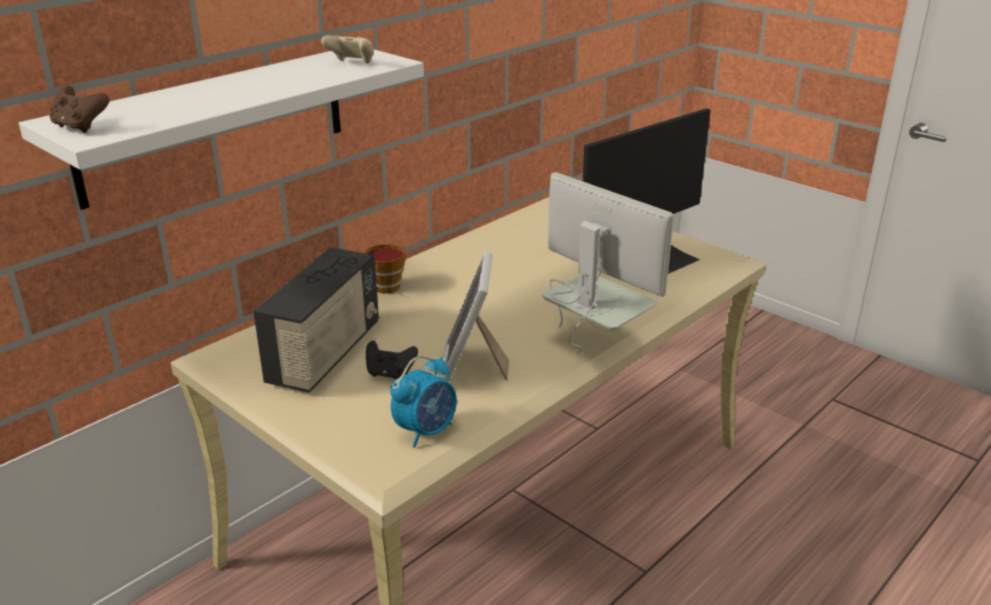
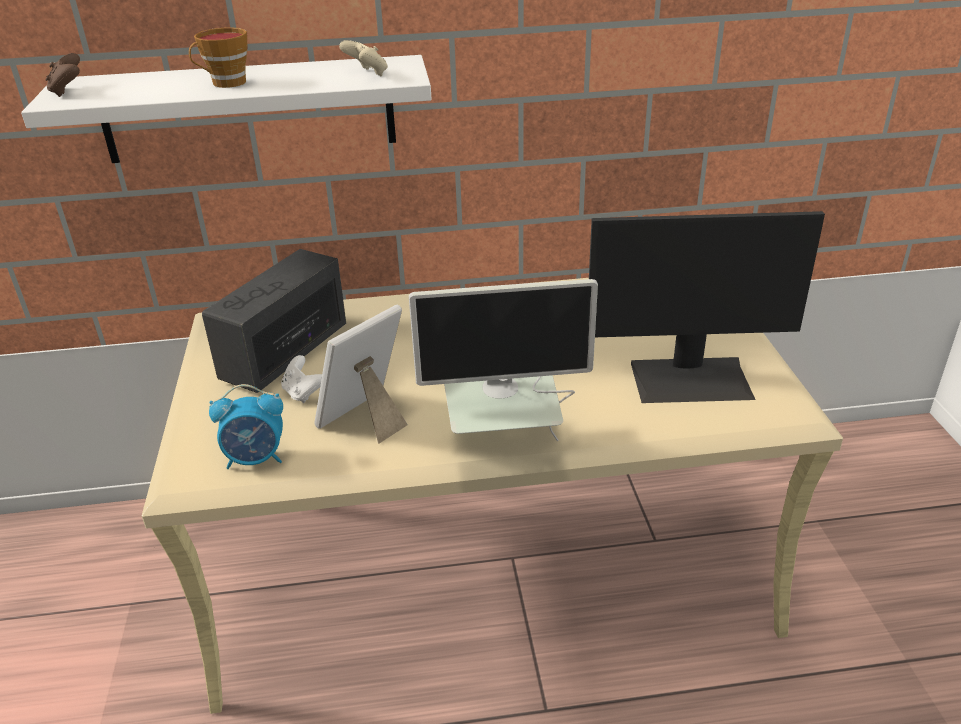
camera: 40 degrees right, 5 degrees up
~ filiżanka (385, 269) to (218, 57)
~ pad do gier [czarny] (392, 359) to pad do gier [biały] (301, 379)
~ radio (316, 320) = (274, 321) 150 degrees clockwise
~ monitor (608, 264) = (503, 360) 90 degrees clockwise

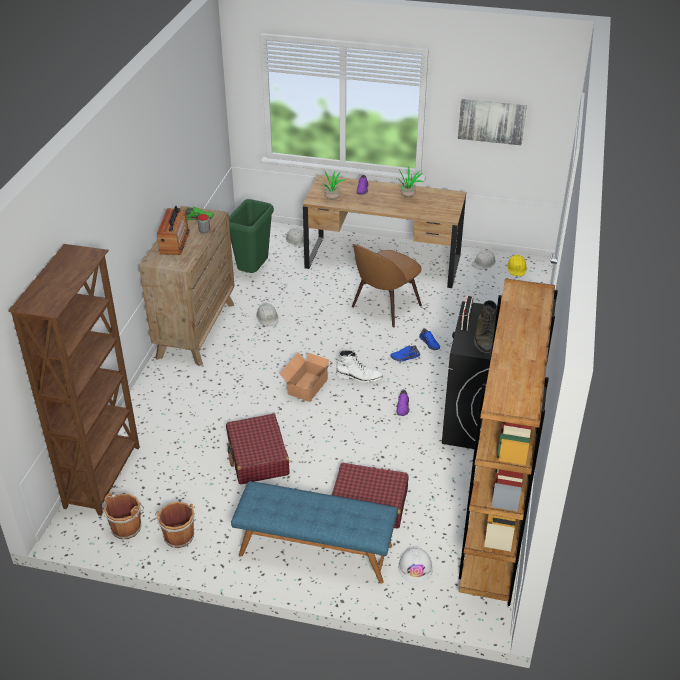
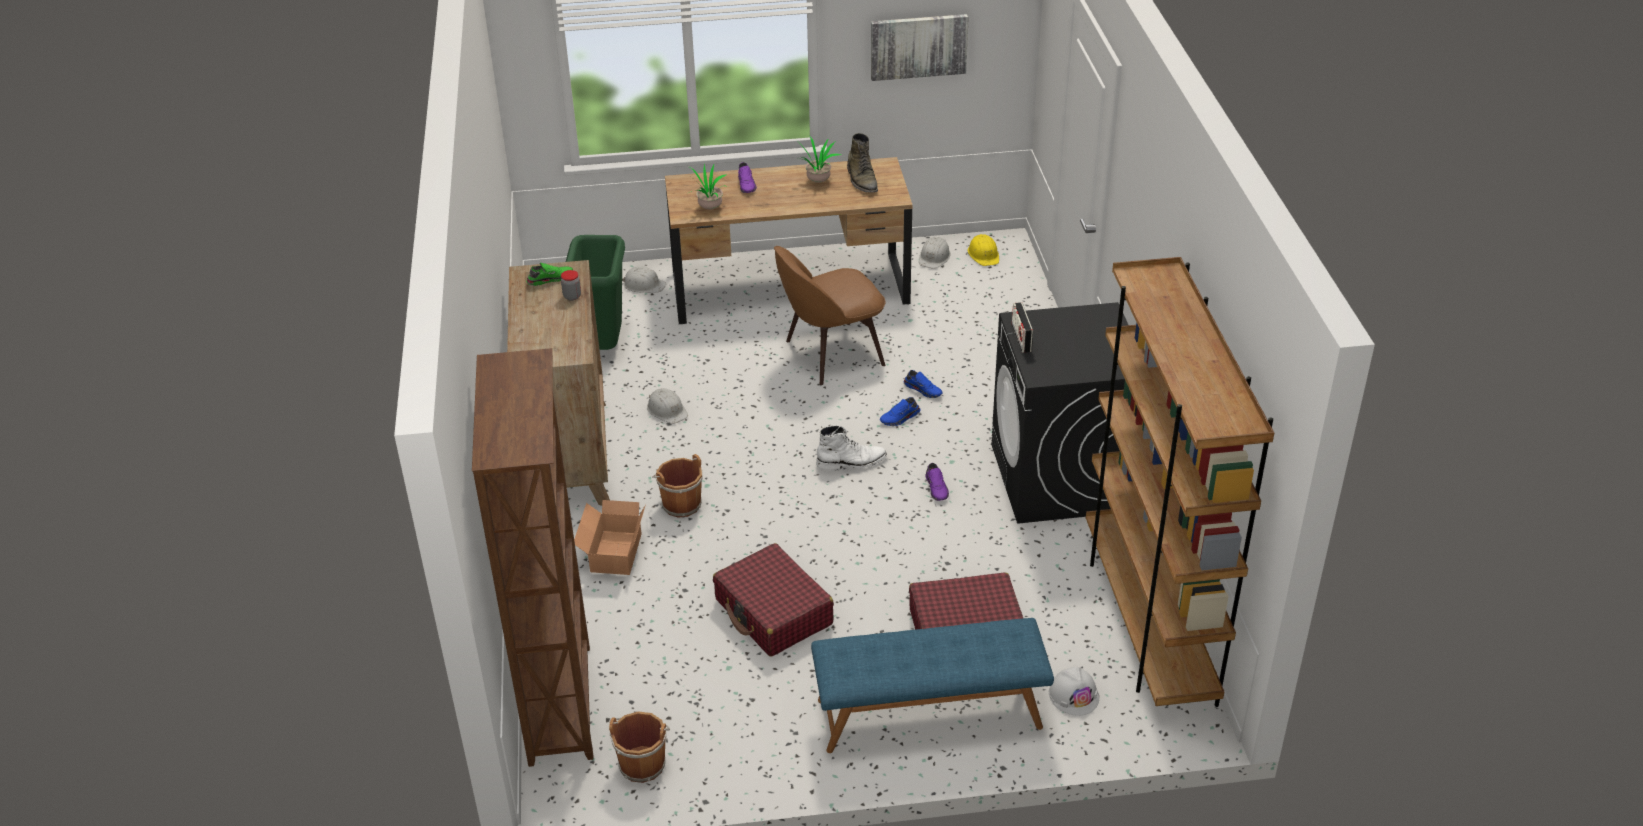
camera: 20 degrees left, 0 degrees up
- radio (173, 230)
~ wiadro [brązowy] (175, 525) to (677, 486)
~ karton (304, 377) to (610, 537)
~ but z cholewką [zielony] (485, 327) to (862, 163)
~ krzesło [brązowy] (387, 285) = (830, 315) 45 degrees clockwise

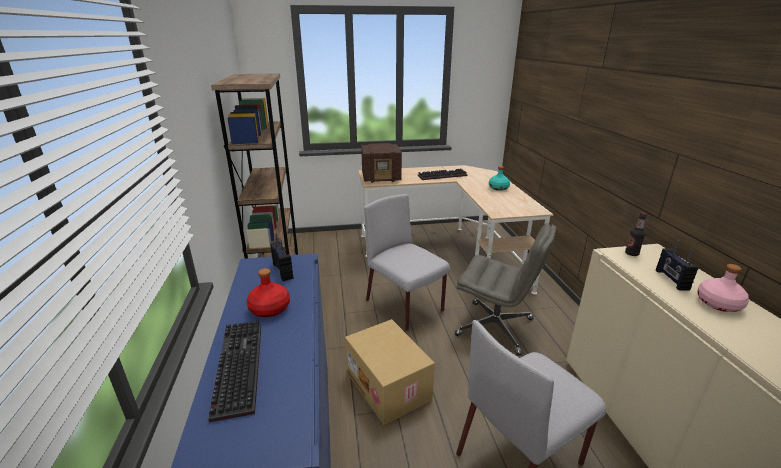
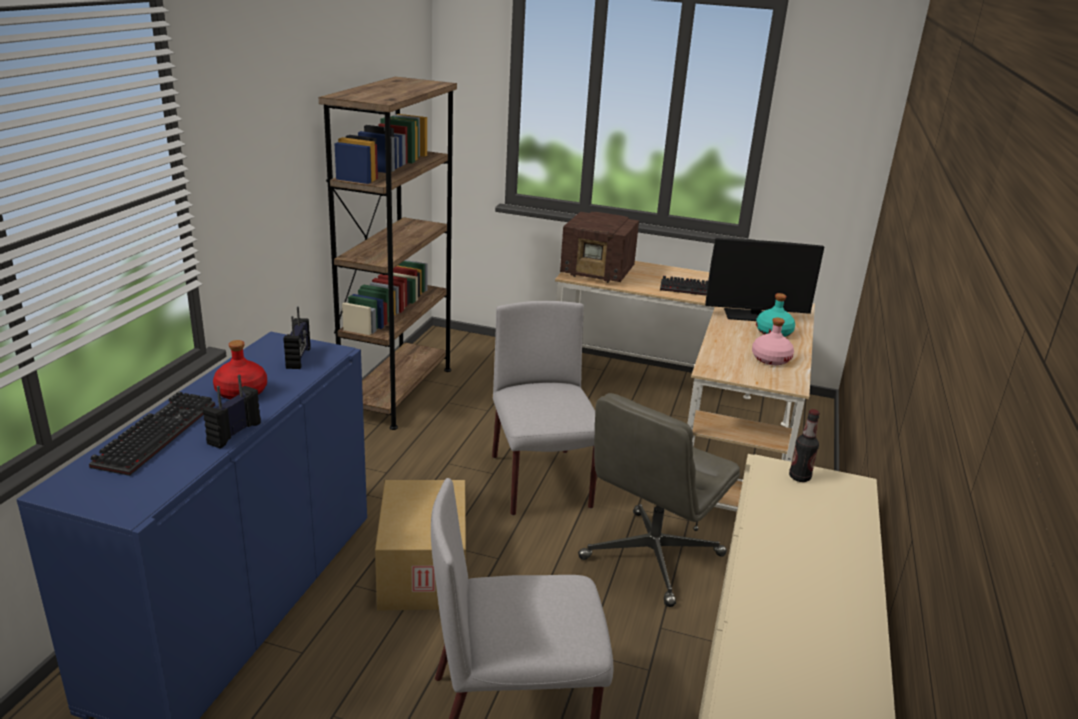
camera: 25 degrees right, 0 degrees up
+ monitor (764, 279)
~ radio (677, 265) to (232, 411)
~ butelka [różowy] (723, 288) to (773, 341)
~ krzesło biurowe [szary] (505, 289) = (659, 500) 75 degrees clockwise

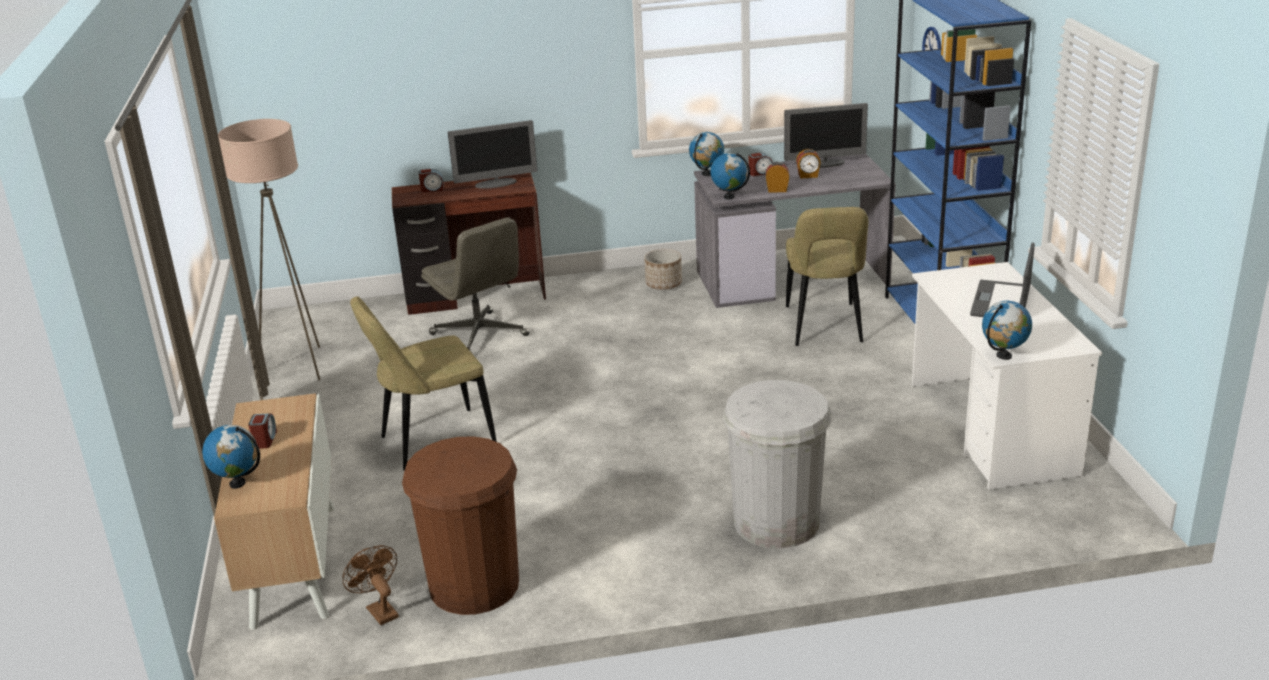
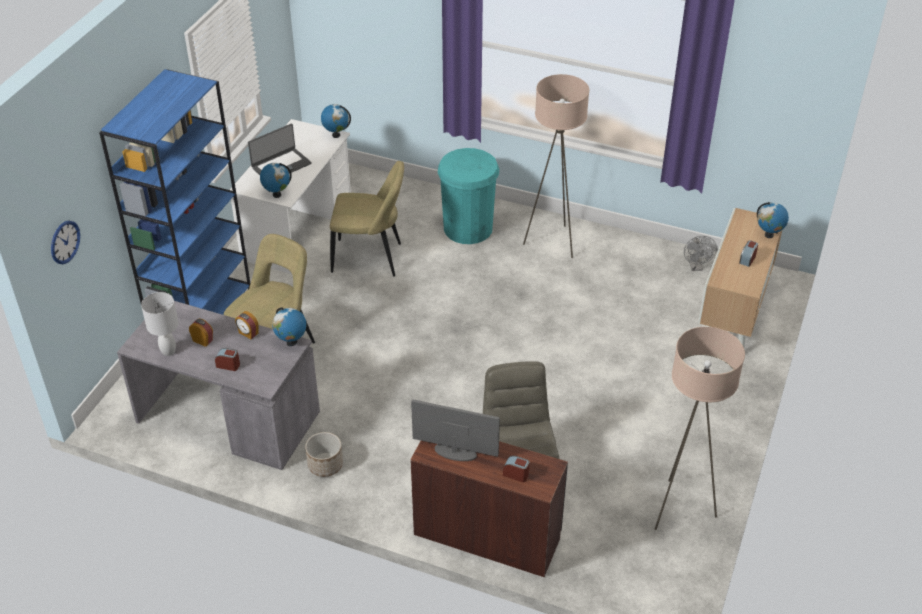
camera: 150 degrees left, 15 degrees up
- kosz na śmieci [brązowy] (460, 525)
+ lampa stojąca [beżowy] (556, 166)
~ krzesło [beżowy] (423, 383) to (367, 219)
~ globus (706, 154) to (276, 180)
~ monitor (826, 135) to lampa stołowa [biały] (160, 324)
~ wentylator [brązowy] (370, 585) to wentylator [szary] (700, 253)
~ kosz na śmieci [biały] (777, 464) to kosz na śmieci [turkusowy] (468, 196)

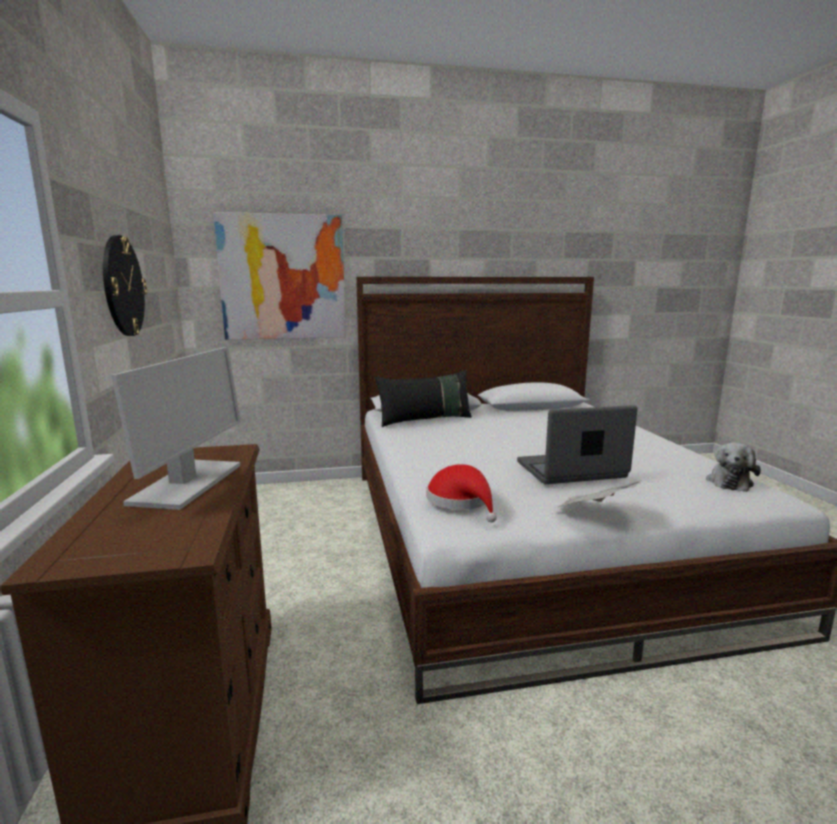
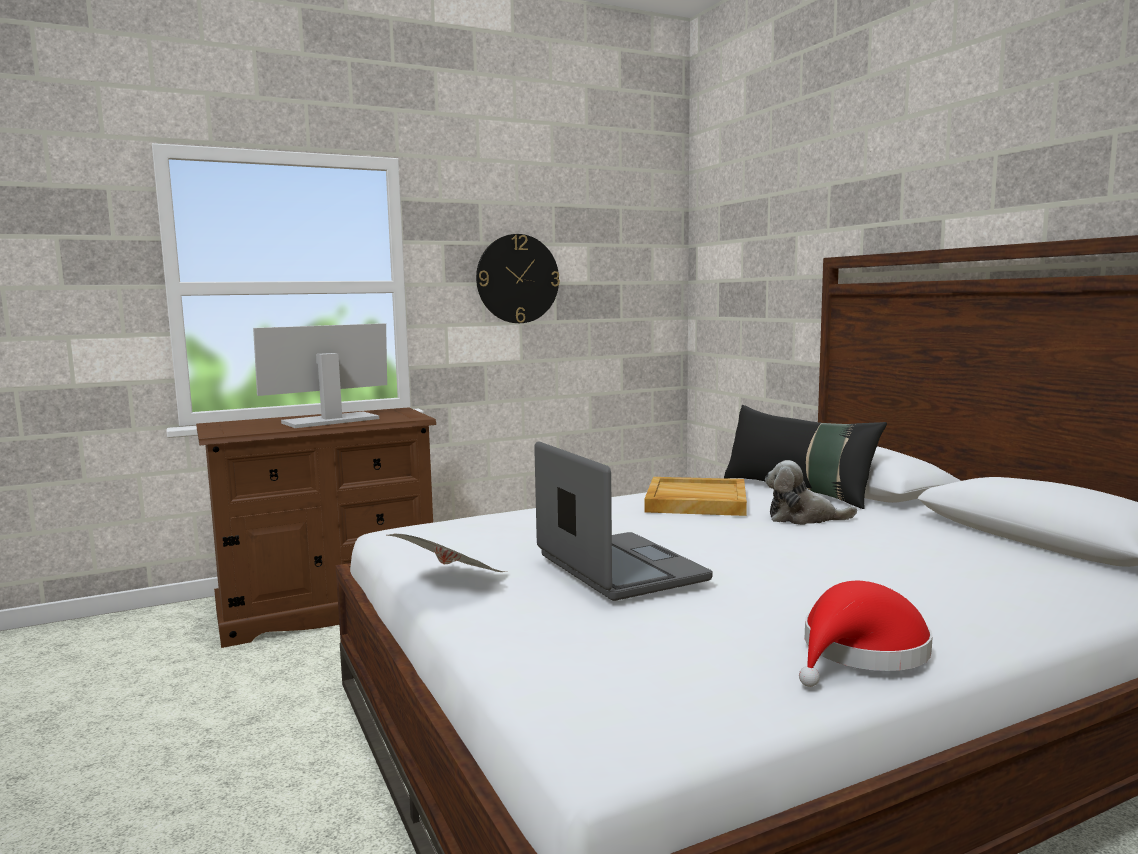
camera: 75 degrees right, 5 degrees down
- obraz (279, 276)
+ taca [beżowy] (696, 496)
~ kapelusz [czerwony] (462, 493) to (866, 634)
~ pluszak (733, 467) to (811, 492)
~ monitor (176, 428) = (320, 375) 150 degrees clockwise

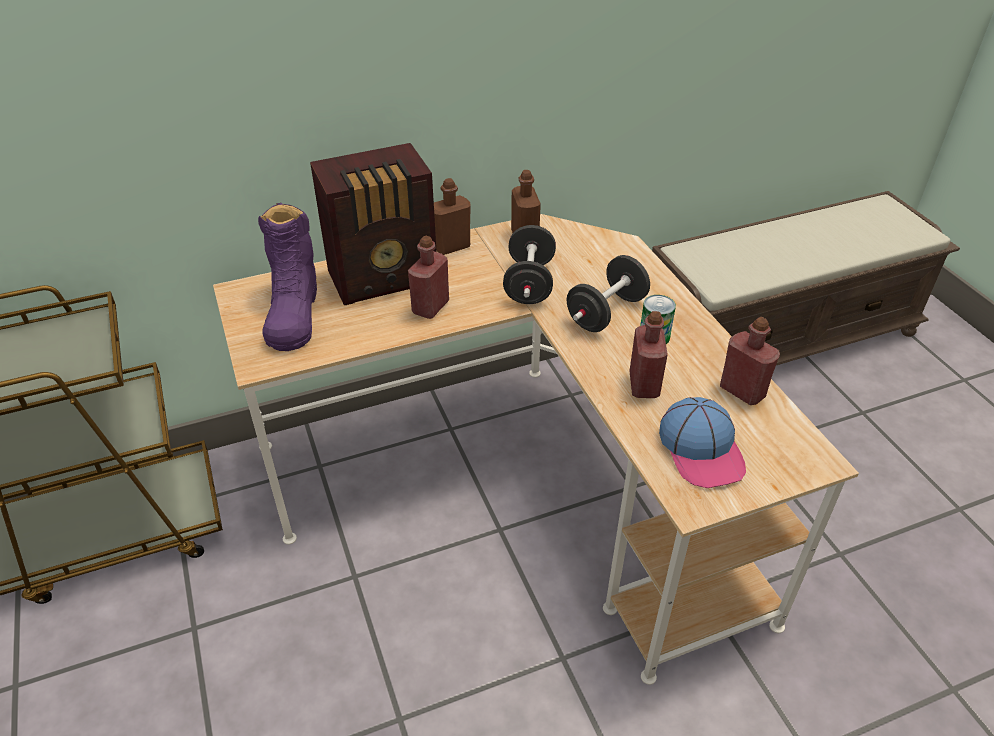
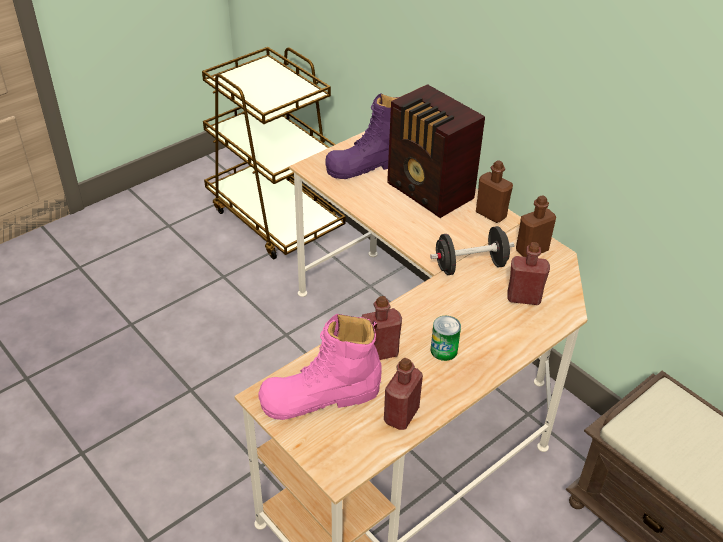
camera: 70 degrees right, 0 degrees up
- hantel [czarny] (608, 293)
~ butelka [czerwony] (428, 277) to (528, 273)
~ czapka z daszkiem (702, 442) to but z cholewką [różowy] (319, 367)

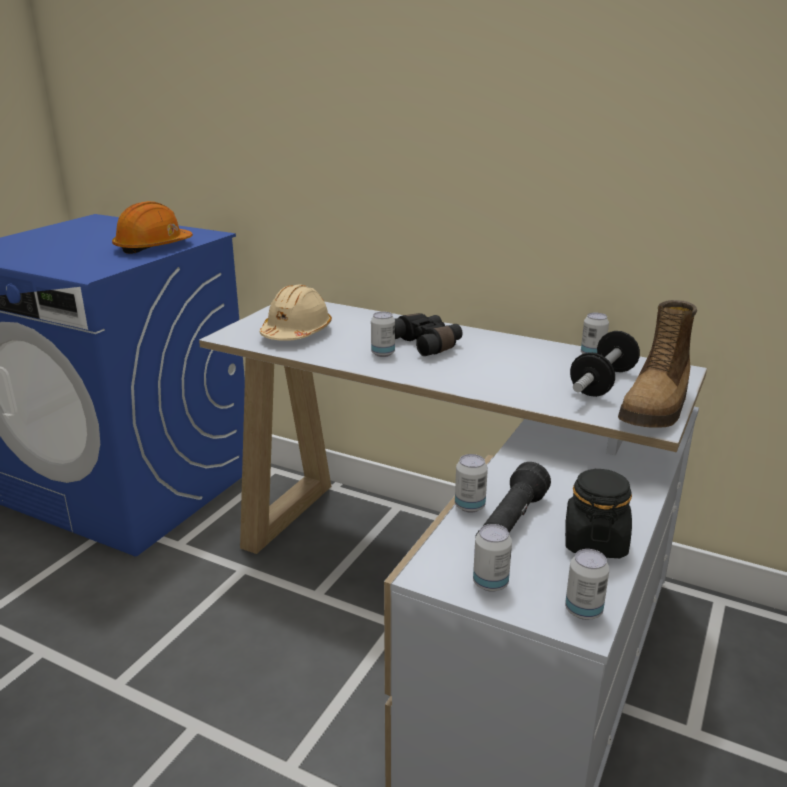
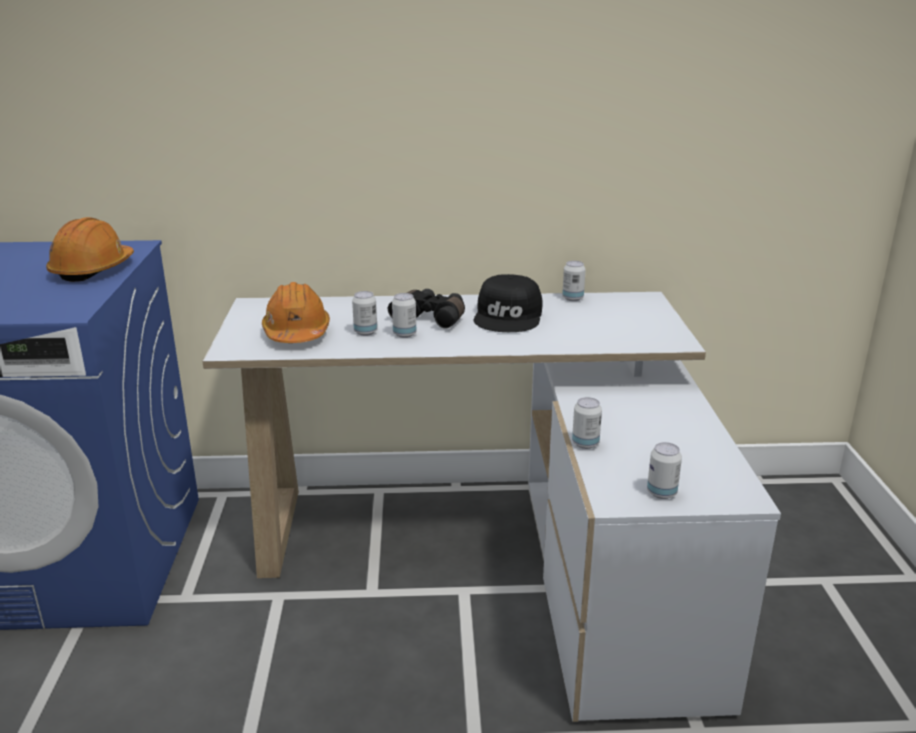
camera: 30 degrees left, 0 degrees up
- latarka [czarny] (513, 499)
- słoik [czarny] (598, 513)
- hantel (605, 364)
- but z cholewką (657, 364)
+ czapka z daszkiem [czarny] (508, 303)
~ puszka (587, 584) to (364, 313)
~ kask [beżowy] (296, 312) to kask [pomarańczowy] (296, 312)

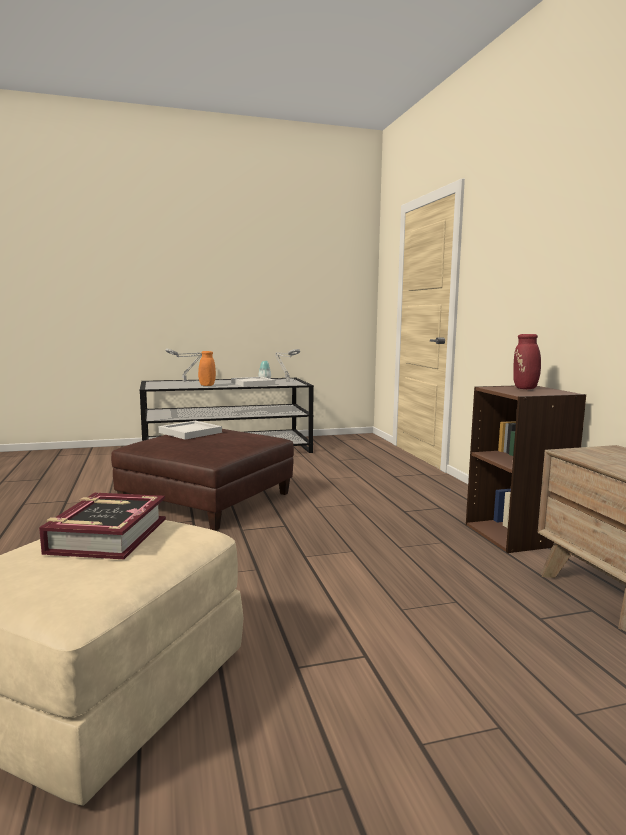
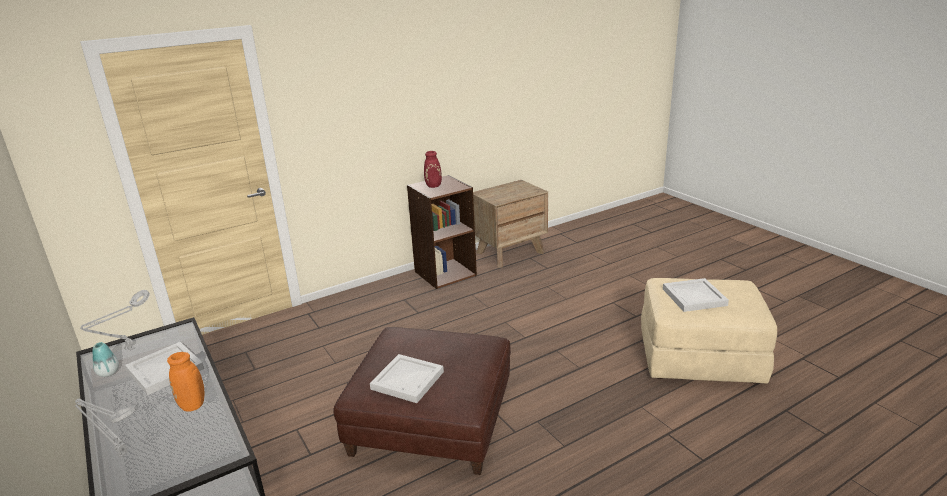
camera: 105 degrees left, 15 degrees up
~ książka (102, 526) to taca [biały] (696, 295)

